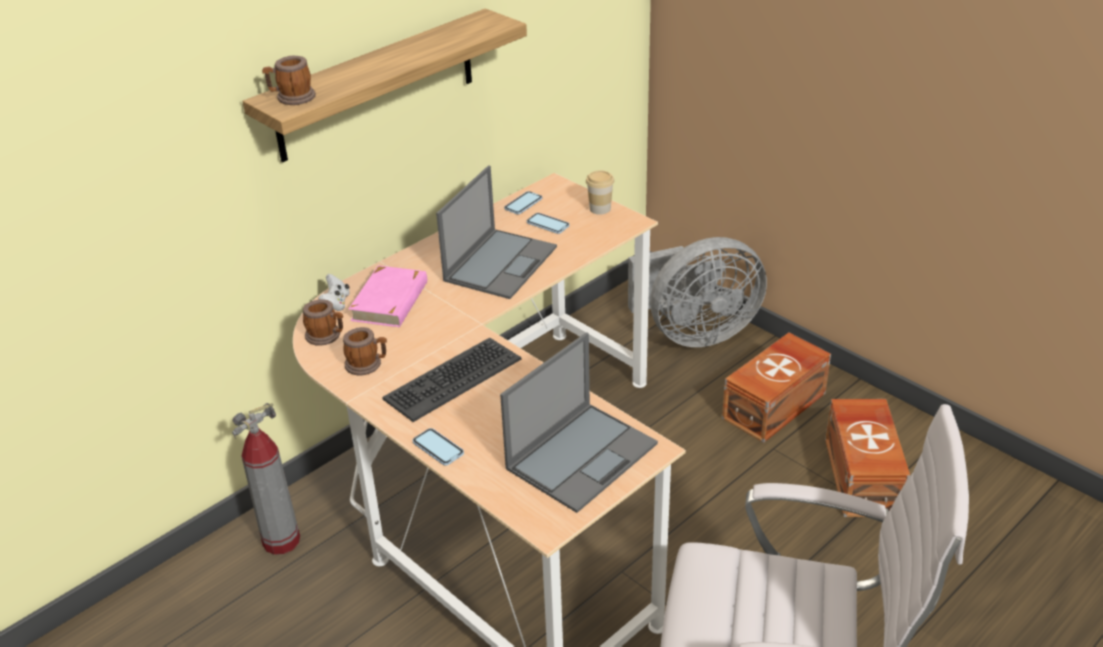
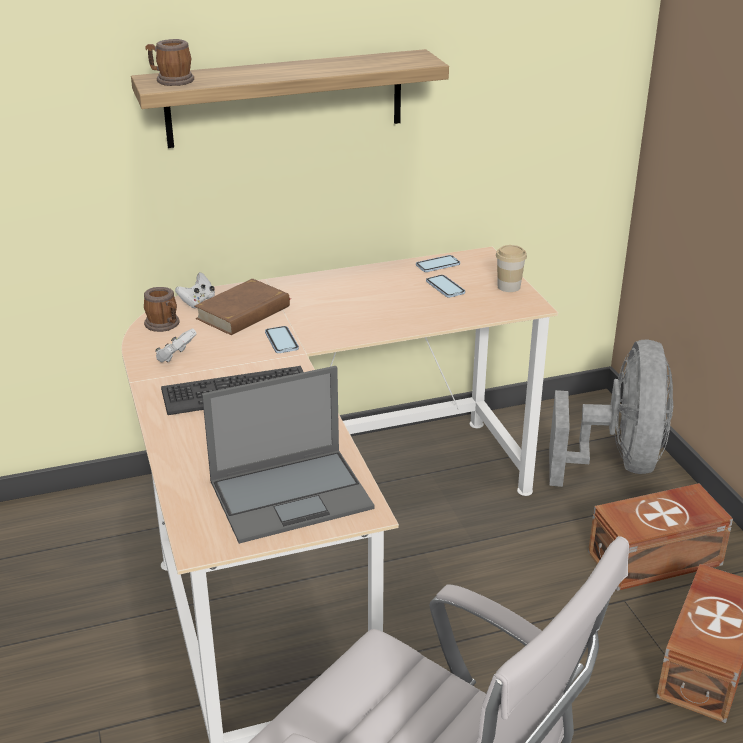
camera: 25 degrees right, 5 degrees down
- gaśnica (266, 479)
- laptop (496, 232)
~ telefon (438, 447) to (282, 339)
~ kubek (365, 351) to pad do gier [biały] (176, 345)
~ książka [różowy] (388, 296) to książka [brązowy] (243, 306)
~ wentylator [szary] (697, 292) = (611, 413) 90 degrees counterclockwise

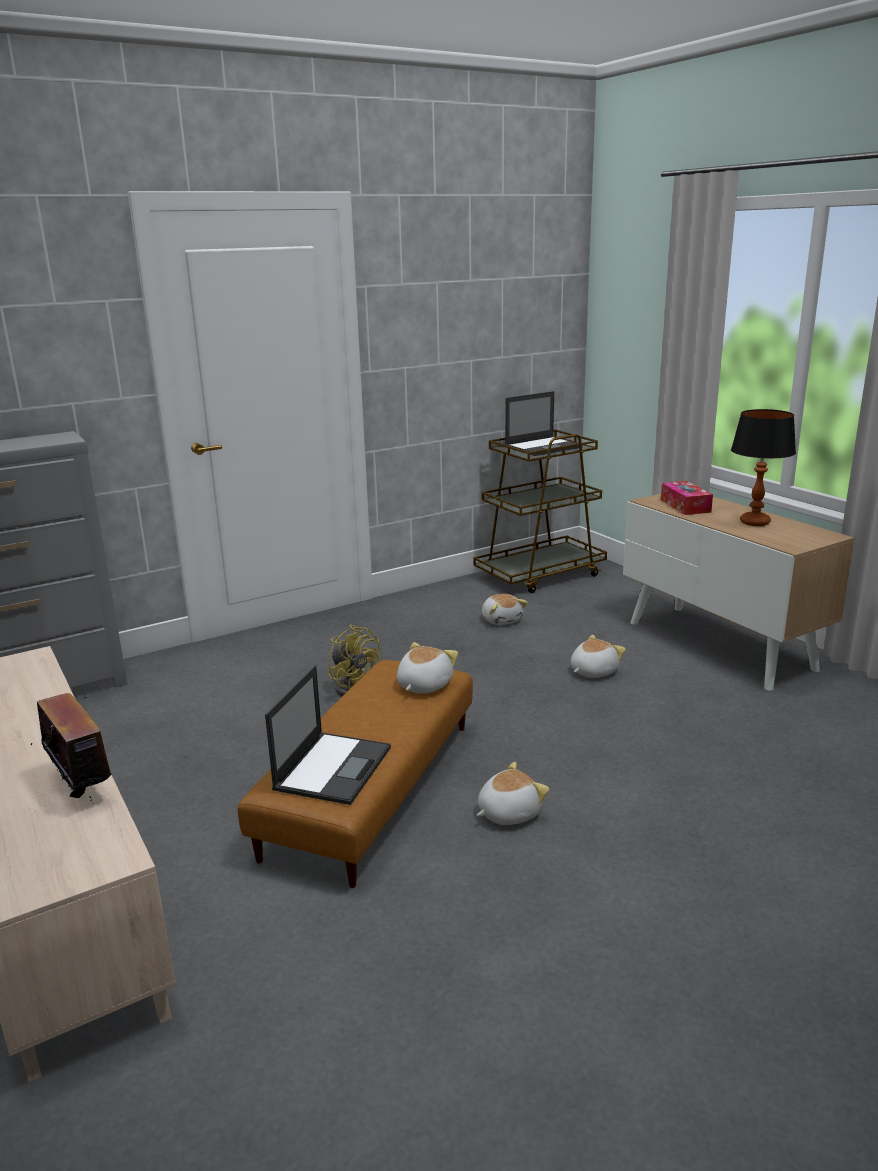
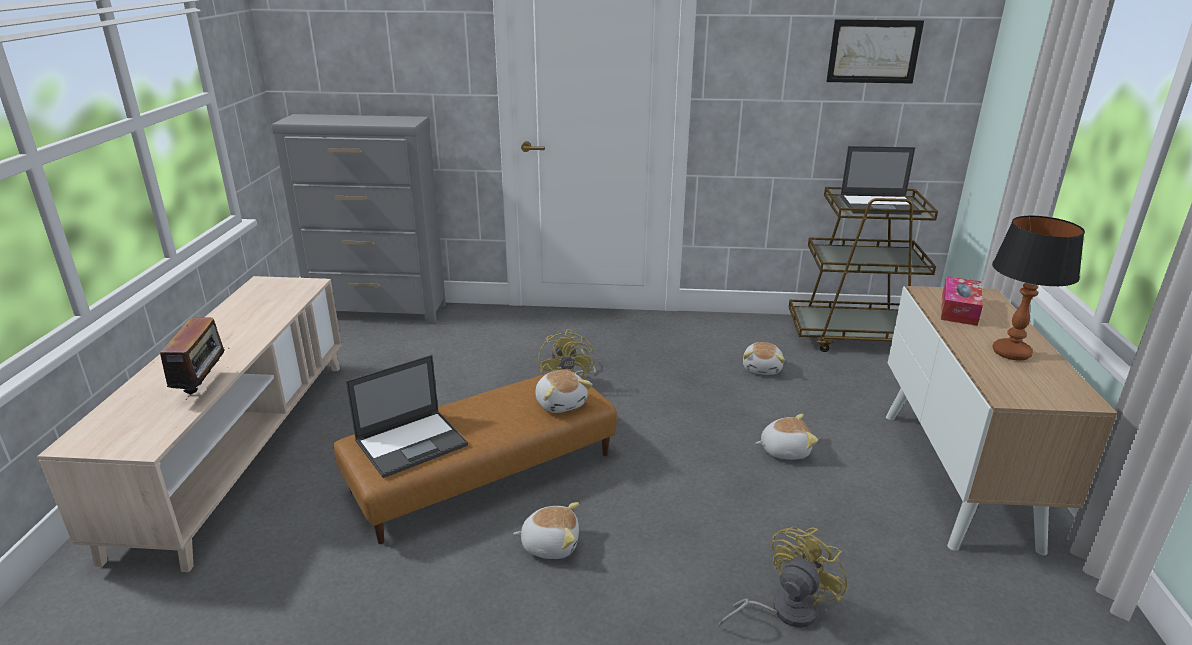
camera: 35 degrees right, 5 degrees up
+ wentylator [żółty] (783, 577)
+ obraz (875, 51)
~ pluszak (427, 667) = (564, 391) 90 degrees clockwise

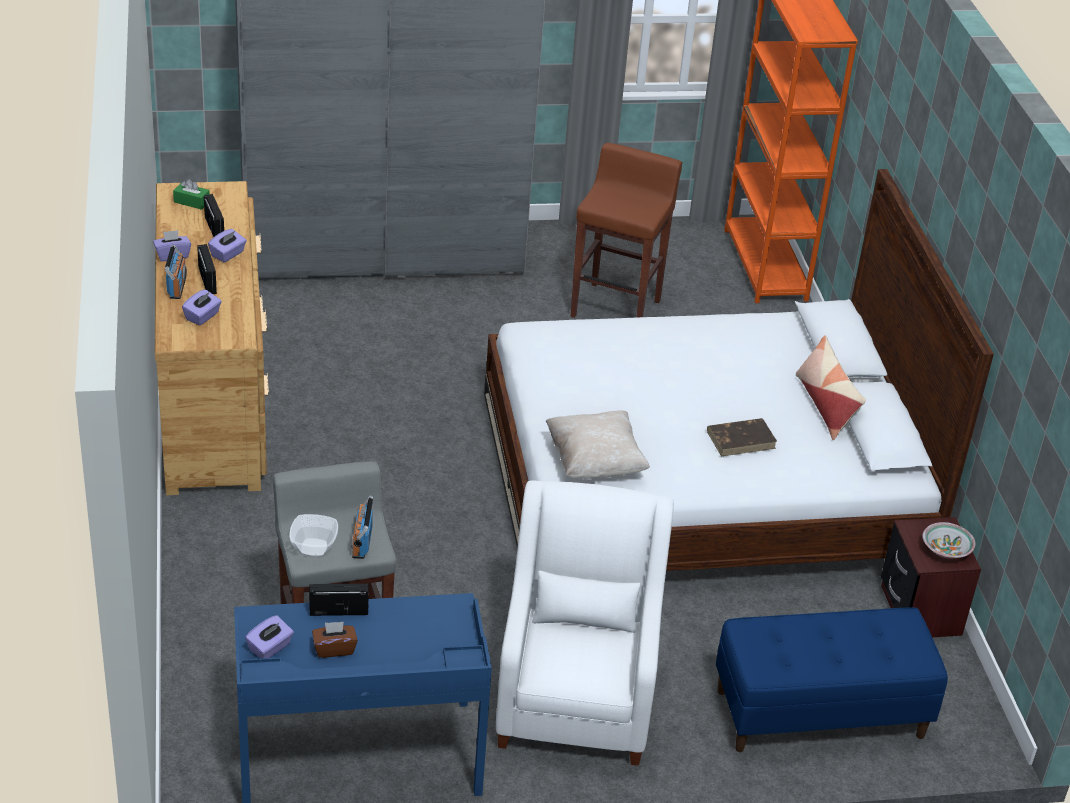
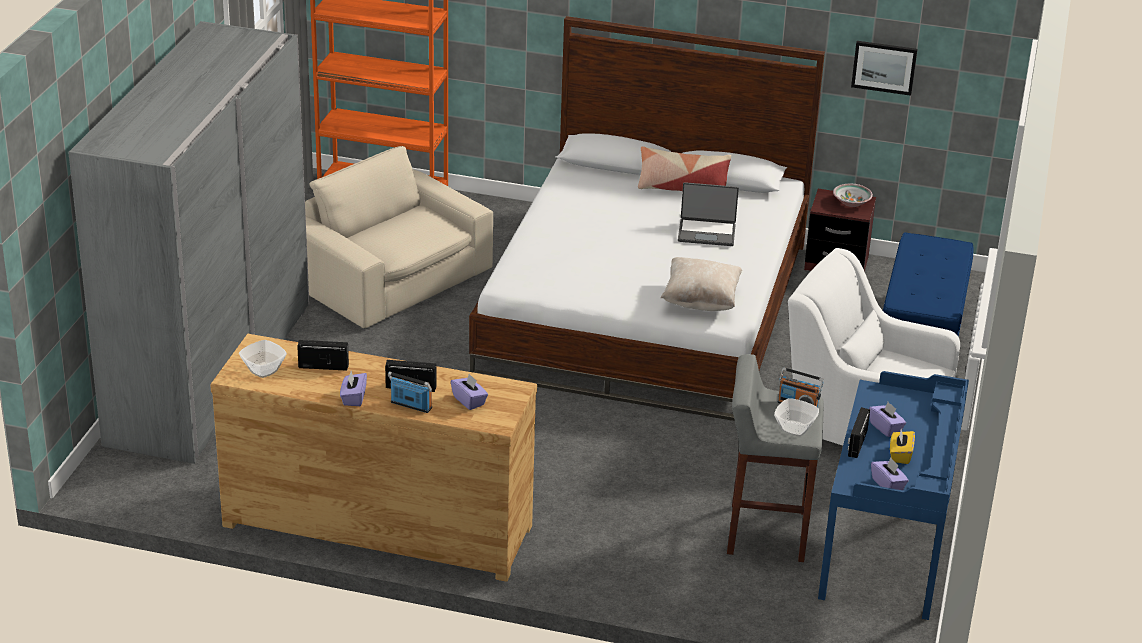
camera: 65 degrees left, 5 degrees down
+ obraz (884, 68)
~ pudełko chusteczek [fioletowy] (227, 245) to (887, 419)
~ pudełko chusteczek [zielony] (191, 194) to miska (263, 359)
~ stołek [brązowy] (626, 230) to fotel [beżowy] (399, 237)
~ książka [brązowy] (742, 437) to laptop (708, 214)
~ pudełko chusteczek [brązowy] (335, 640) to pudełko chusteczek [żółty] (902, 446)

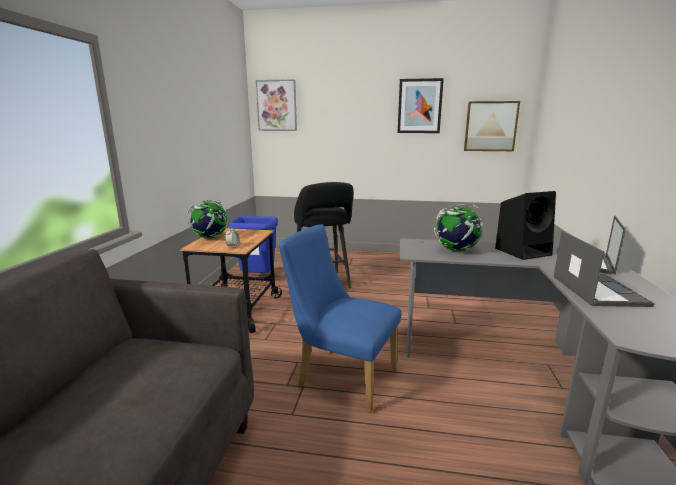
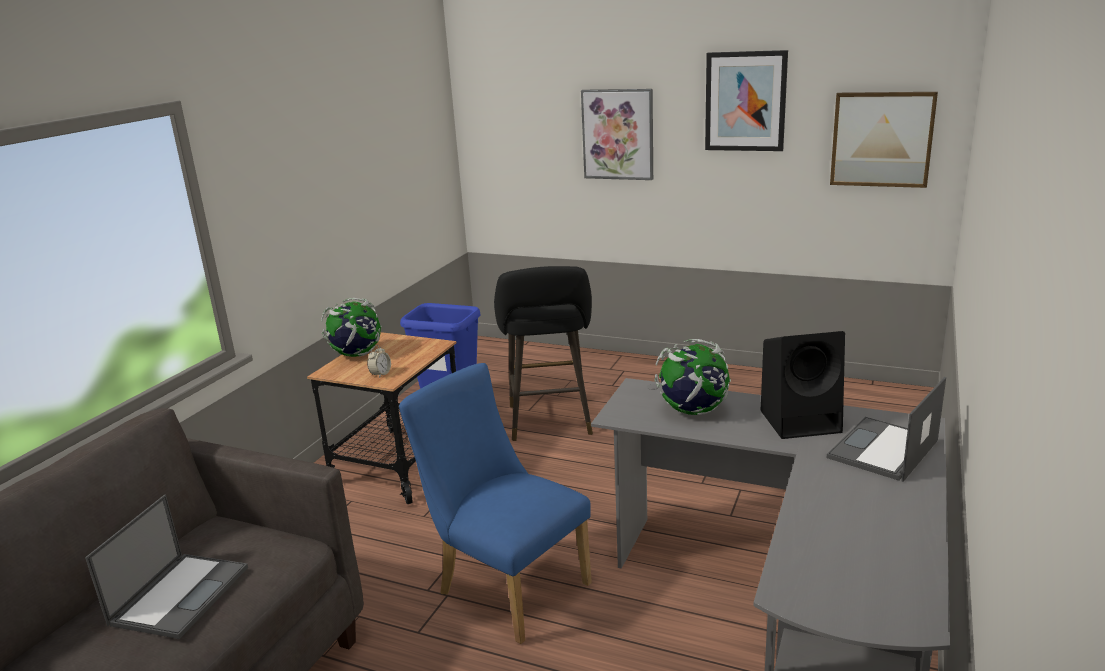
camera: 15 degrees right, 5 degrees up
~ obraz (276, 105) to (617, 134)
~ laptop (604, 268) to (166, 567)

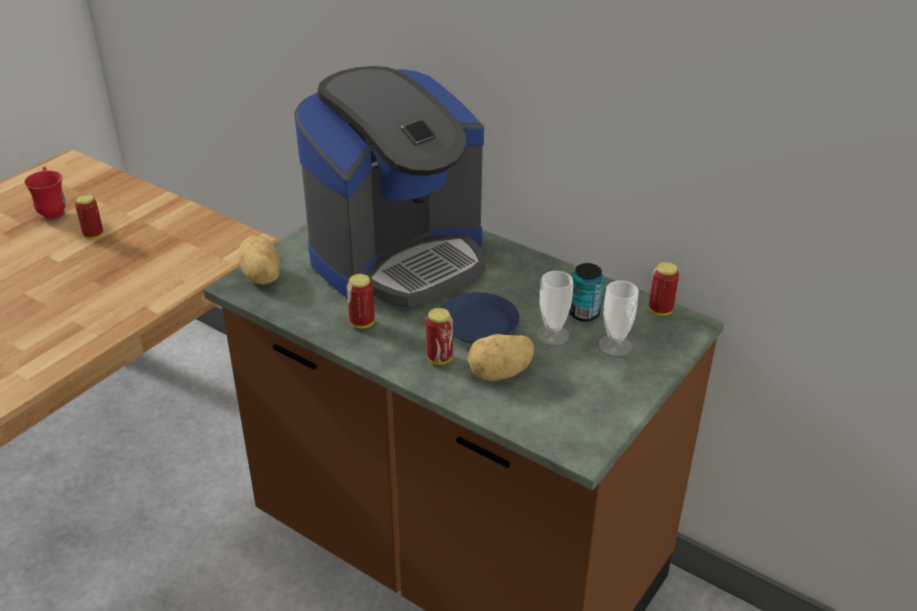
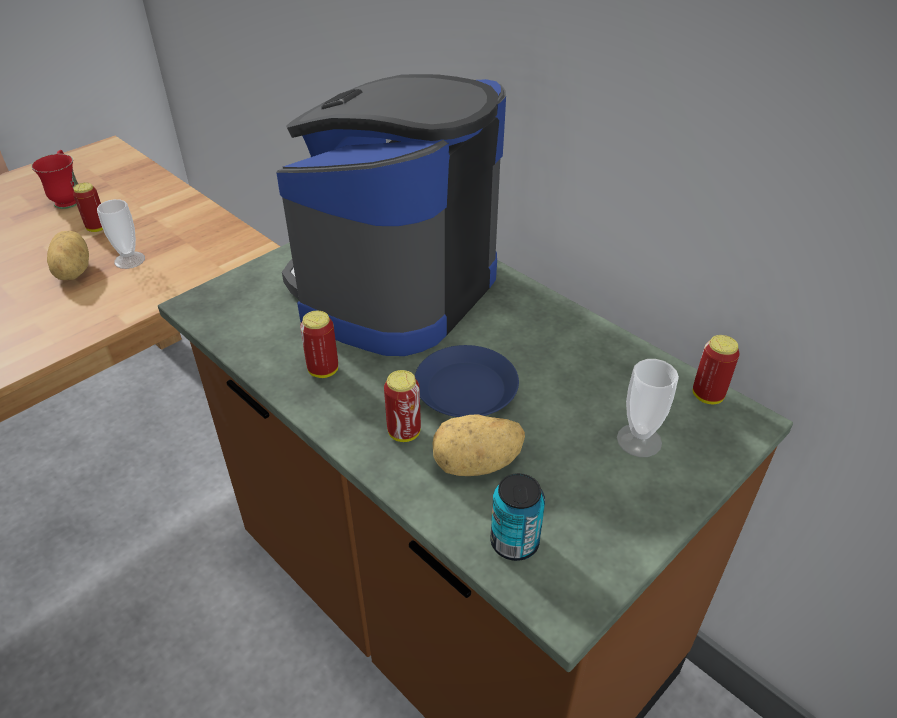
camera: 10 degrees right, 5 degrees up
~ ziemniak (259, 259) to (68, 255)
~ filiżanka (554, 308) to (121, 234)
~ puszka (586, 292) to (517, 517)
~ ekspres do kawy (390, 186) = (391, 215) 150 degrees clockwise

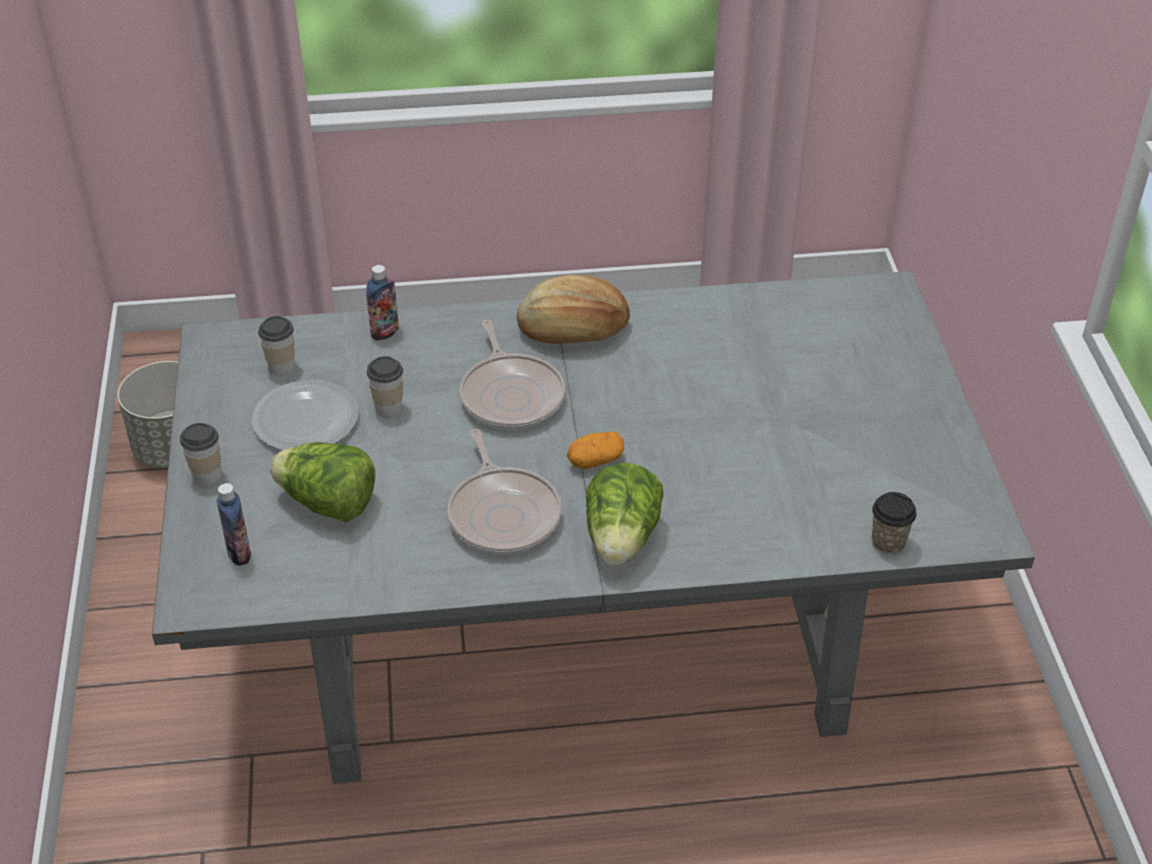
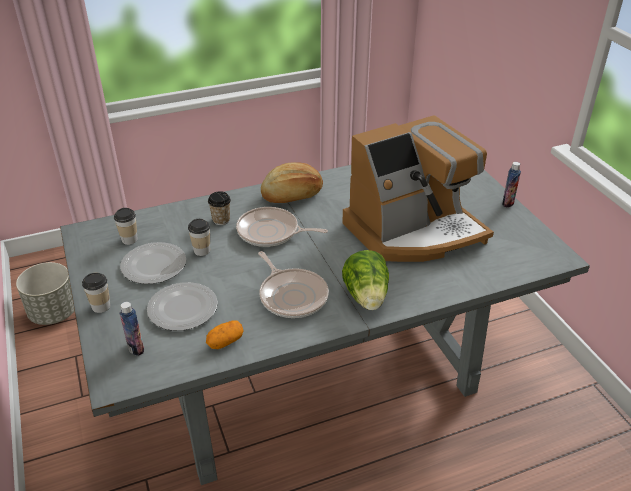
camera: 15 degrees left, 5 degrees down
+ ekspres do kawy (418, 188)
~ butelka (382, 303) to (511, 185)
~ ziemniak (596, 450) to (225, 334)
~ filiżanka (894, 523) to (219, 208)
~ sałata (322, 482) to talerz (182, 306)
~ patelnia (512, 374) = (282, 227) 135 degrees clockwise

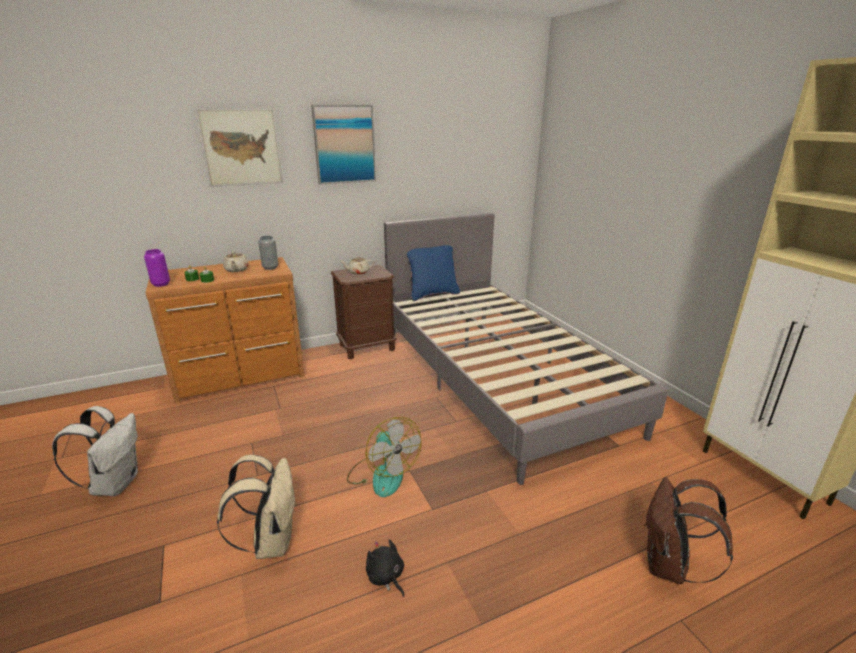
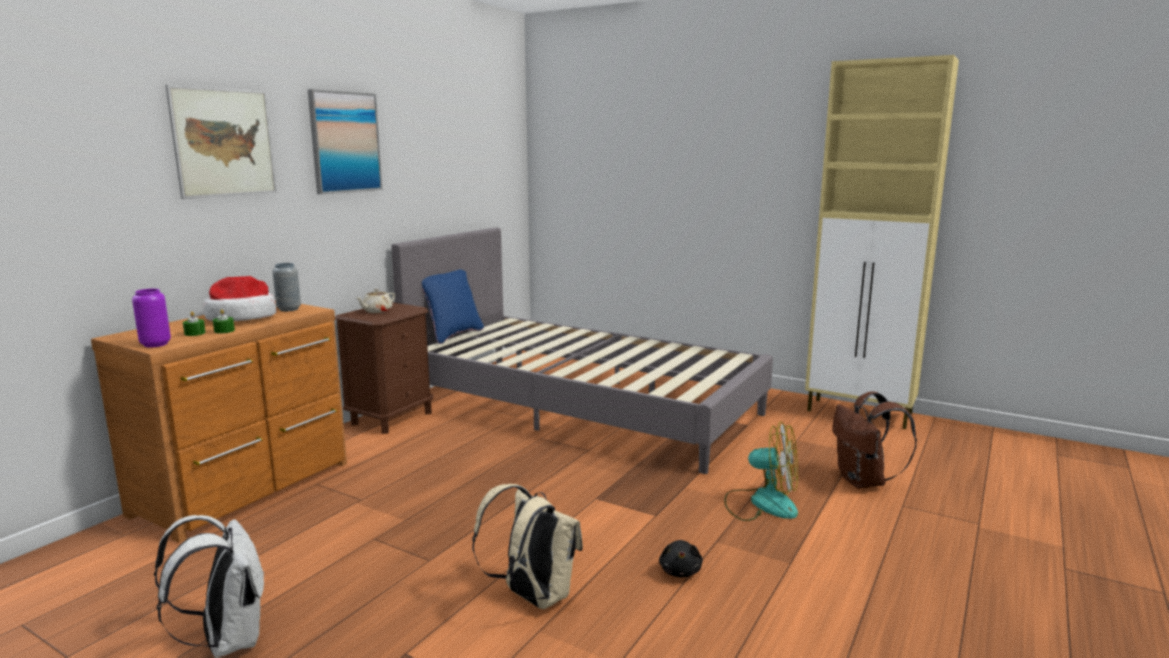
camera: 35 degrees left, 10 degrees down
~ wentylator (384, 457) to (761, 471)
~ imbryk [beżowy] (236, 261) to kapelusz (240, 298)
~ pluszak [czarny] (385, 568) = (681, 558) 105 degrees counterclockwise

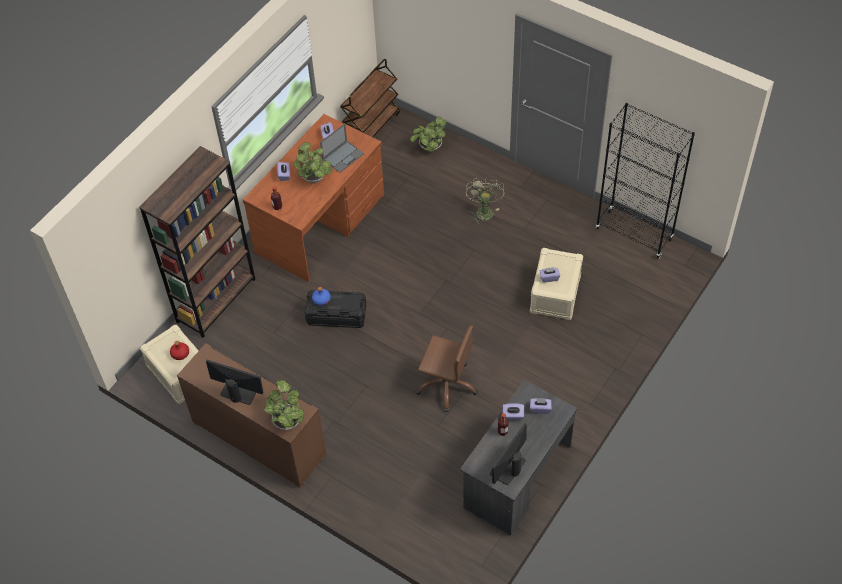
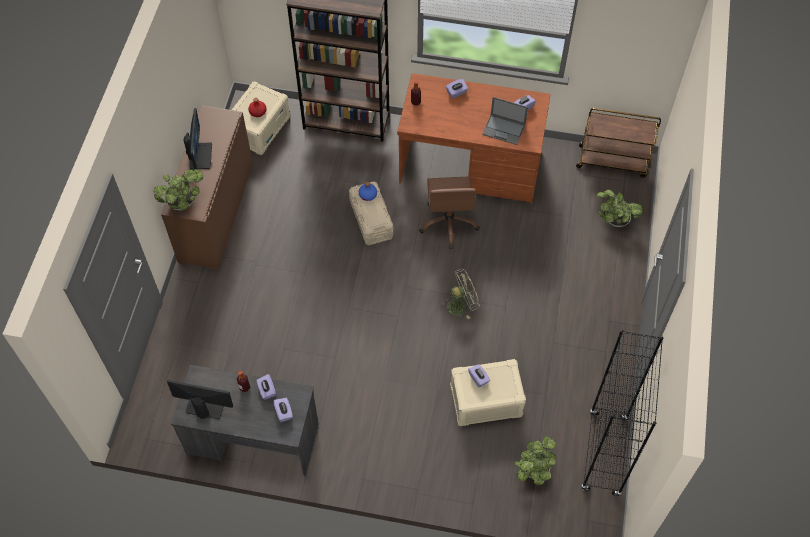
camera: 65 degrees right, 5 degrees up
~ roślina doniczkowa (313, 162) to (535, 460)
~ krzesło biurowe [brązowy] (447, 369) to (449, 213)
~ wentylator [zielony] (485, 201) to (459, 294)
~ pojemnik do przechowywania [czarny] (335, 309) to pojemnik do przechowywania [beżowy] (371, 213)

